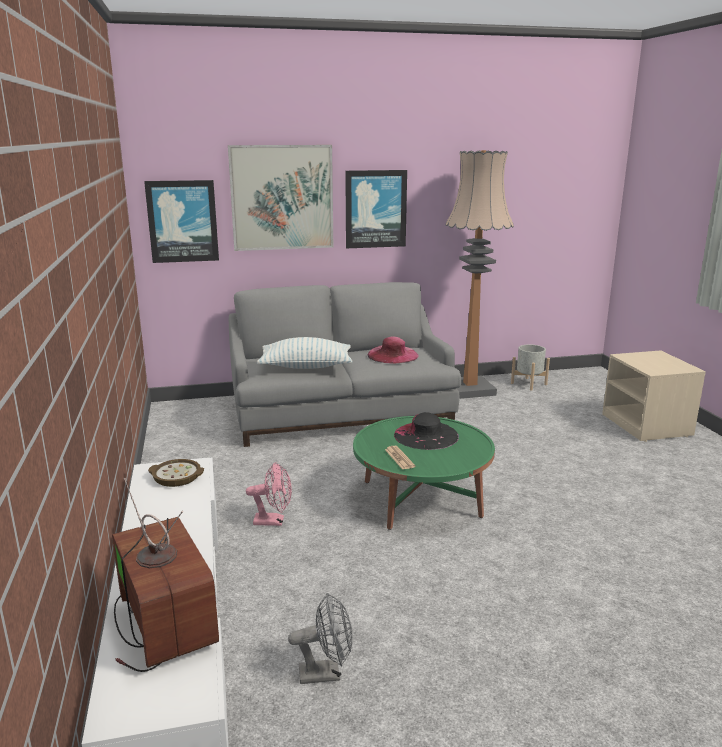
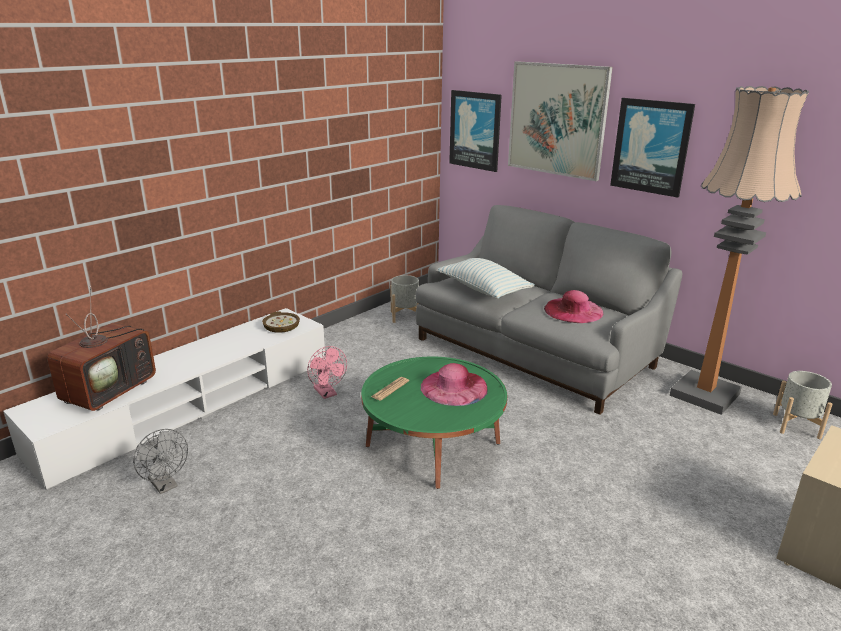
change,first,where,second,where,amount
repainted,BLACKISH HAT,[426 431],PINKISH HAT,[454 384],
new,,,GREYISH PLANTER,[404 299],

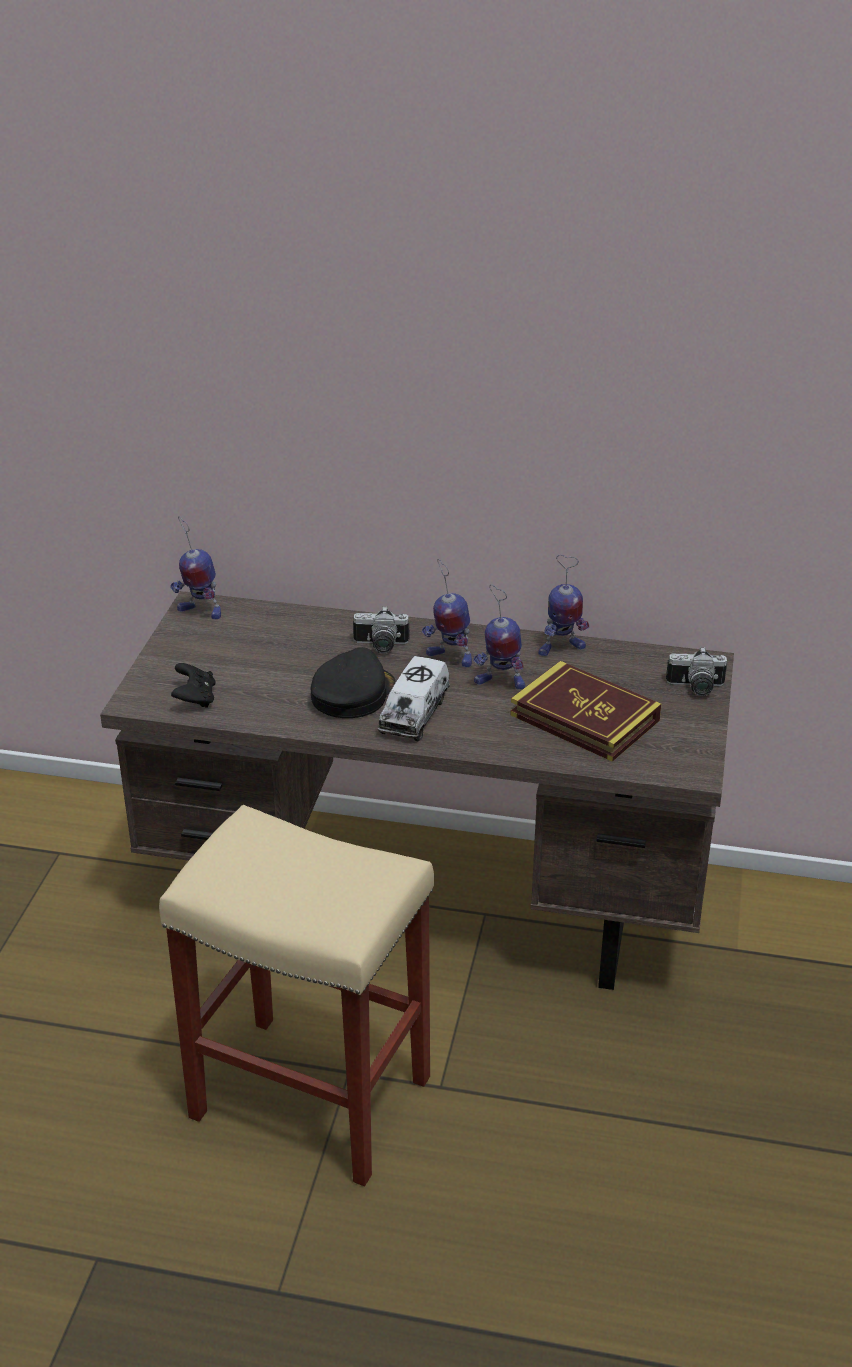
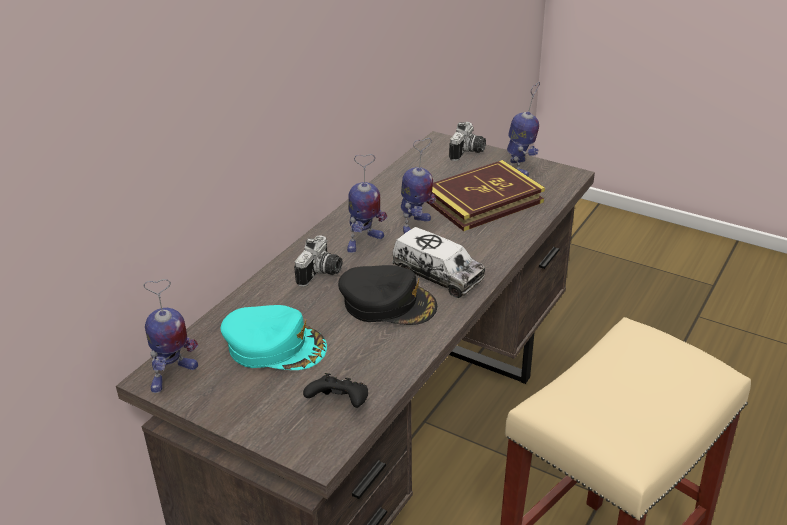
change,first,where,second,where,amount
rotated,BLACKISH BASEBALL CAP,[353 682],,[387 295],150 degrees clockwise
shifted,MODEL ROBOT,[563 606],,[523 129],
new,,,BLUE-GREEN BASEBALL CAP,[274 337],

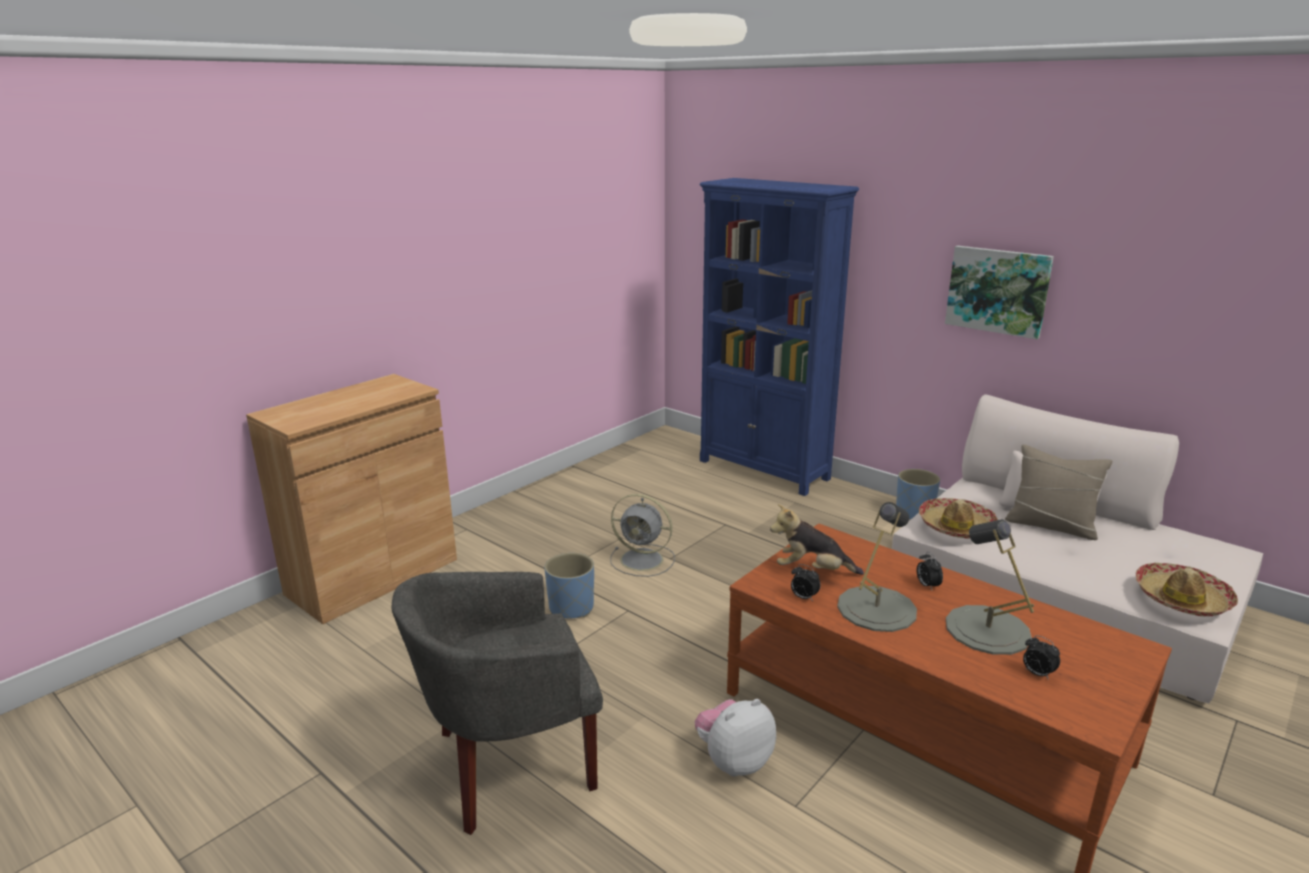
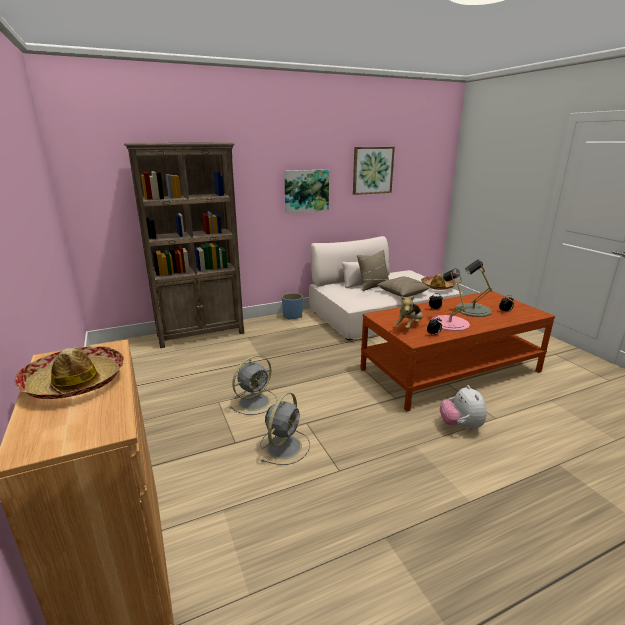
change,first,where,second,where,amount
gone,GREYISH EASY CHAIR,[497 703],,,
swapped,BLUE-COLOURED PLANTER,[569 586],GREYISH ELECTRIC FAN,[285 428],
repainted,BLUE-COLOURED BOOKCASE,[779 337],BROWNISH BOOKCASE,[184 245],
repainted,GREYISH TABLE LAMP,[877 567],PINKISH TABLE LAMP,[450 299],
shifted,HAT,[958 518],,[69 372],
new,,,WALL PICTURE,[374 171],
new,,,BEIGE-COLOURED THROW PILLOW,[403 286],

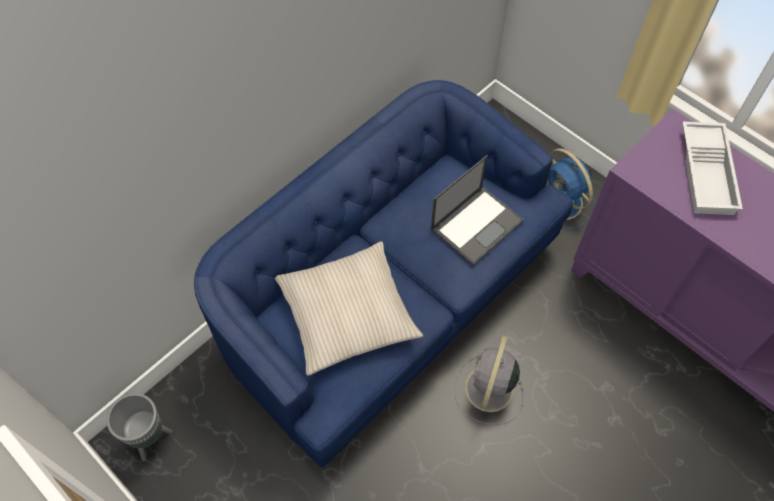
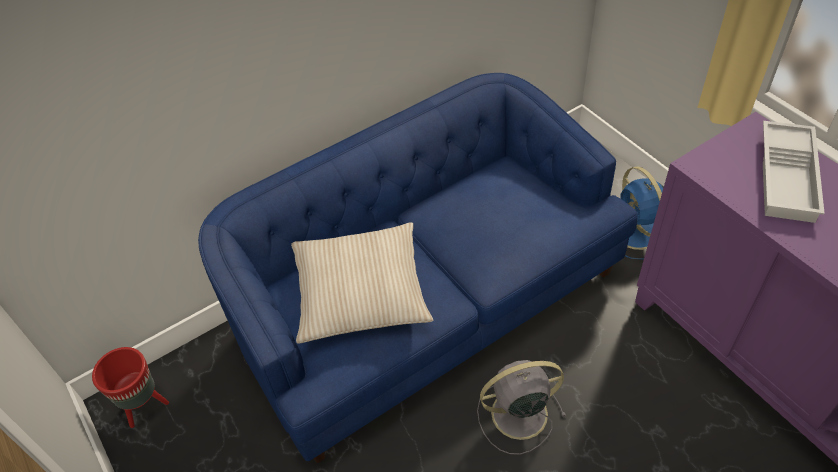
change,first,where,second,where,amount
repainted,GREYISH PLANTER,[140 427],REDDISH PLANTER,[130 387],
gone,PORTABLE COMPUTER,[477 210],,,
rotated,GREYISH ELECTRIC FAN,[488 380],,[521 407],45 degrees clockwise

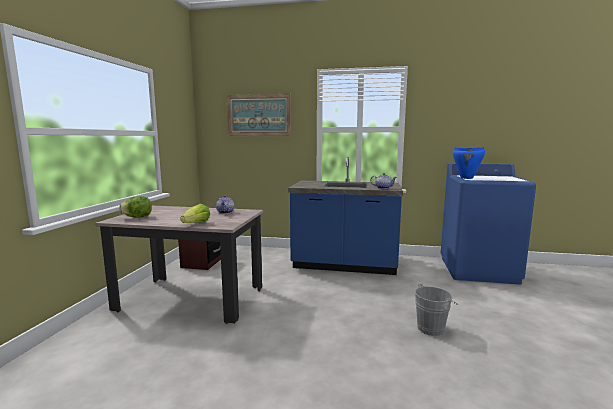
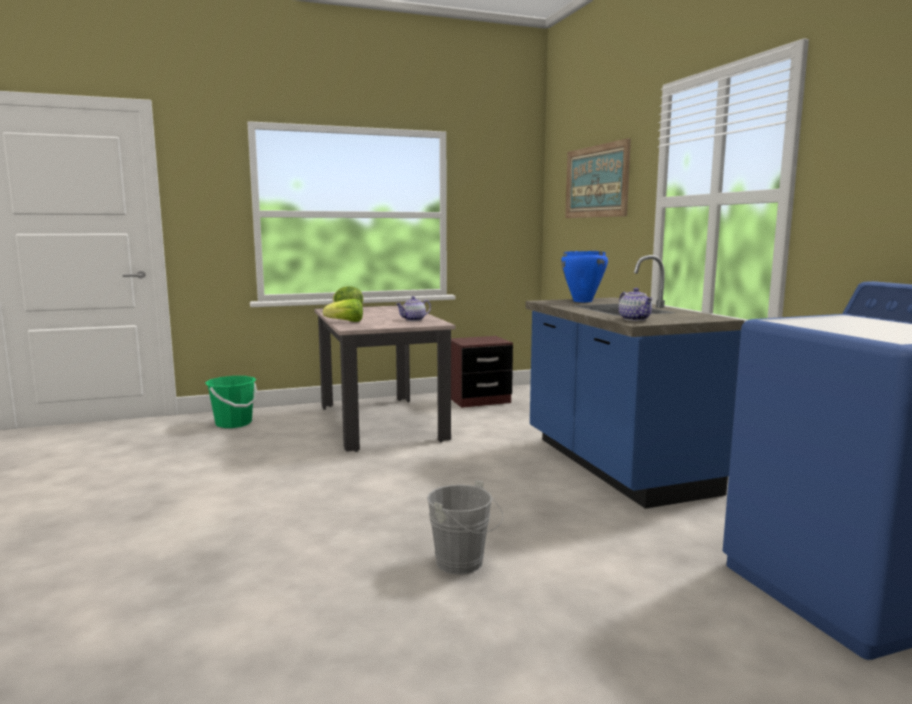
change,first,where,second,where,amount
shifted,BLUE-COLOURED COOKING POT,[469 163],,[584 276],
new,,,GREEN BUCKET,[231 402],

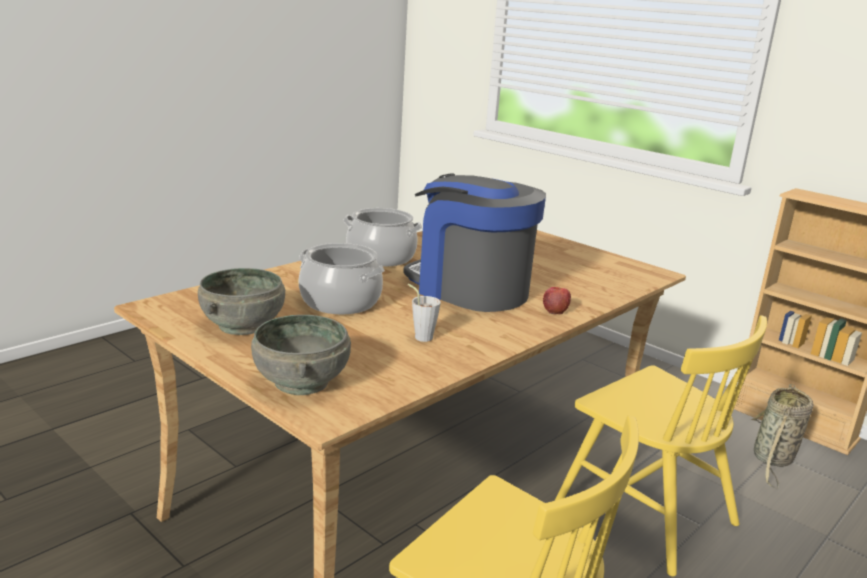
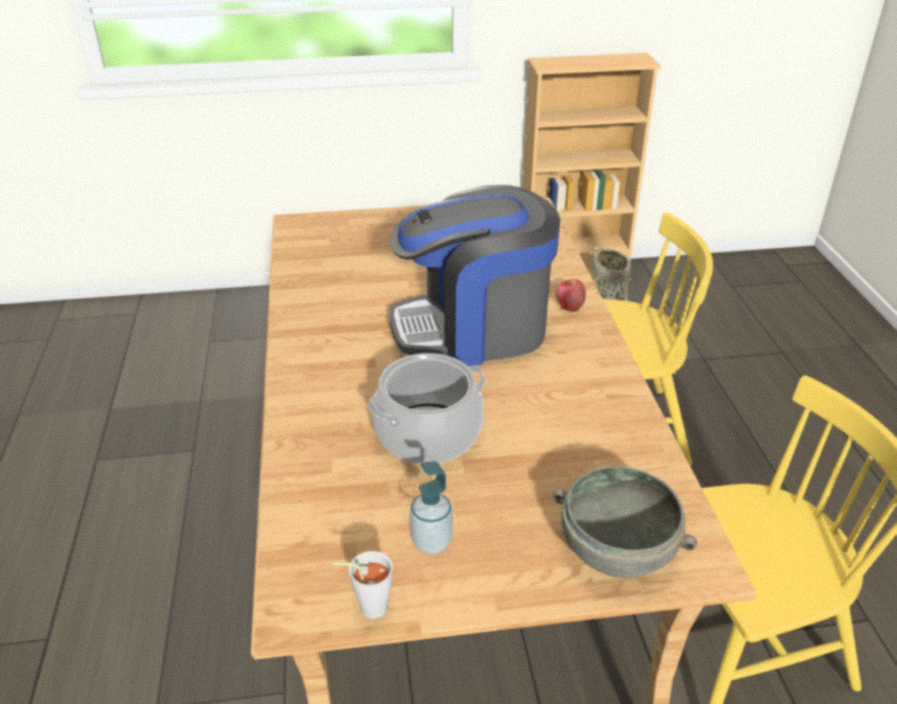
change,first,where,second,where,amount
swapped,GREYISH SERVING BOWL,[241 301],LIQUID SOAP BOTTLE,[431 507],
gone,COOKING POT,[382 237],,,
shifted,GREYISH DRINKING CUP,[424 313],,[362 584],

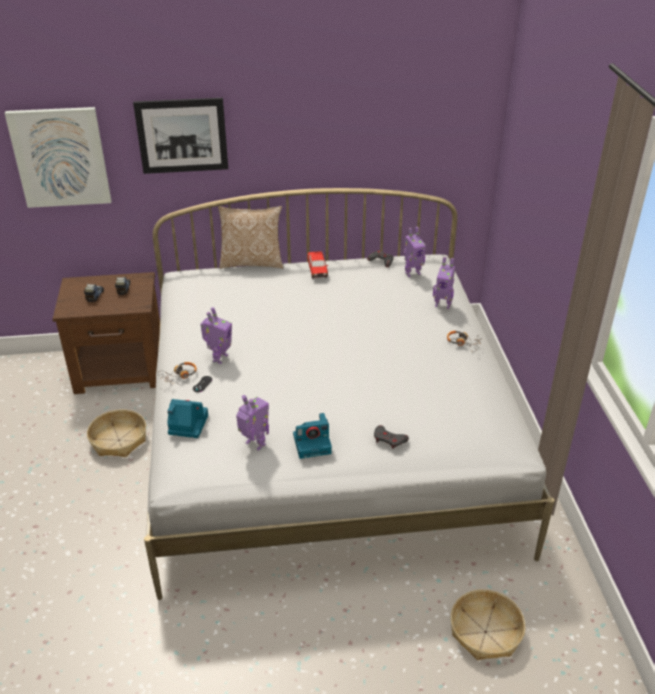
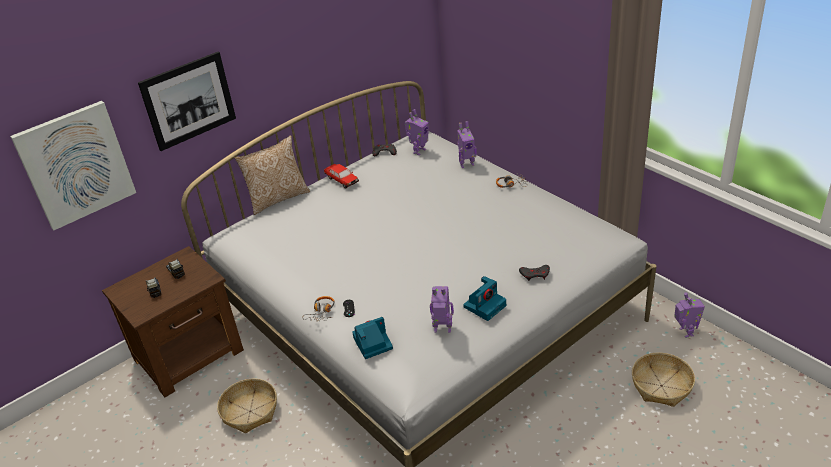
change,first,where,second,where,amount
shifted,MODEL ROBOT,[216 335],,[689 315],

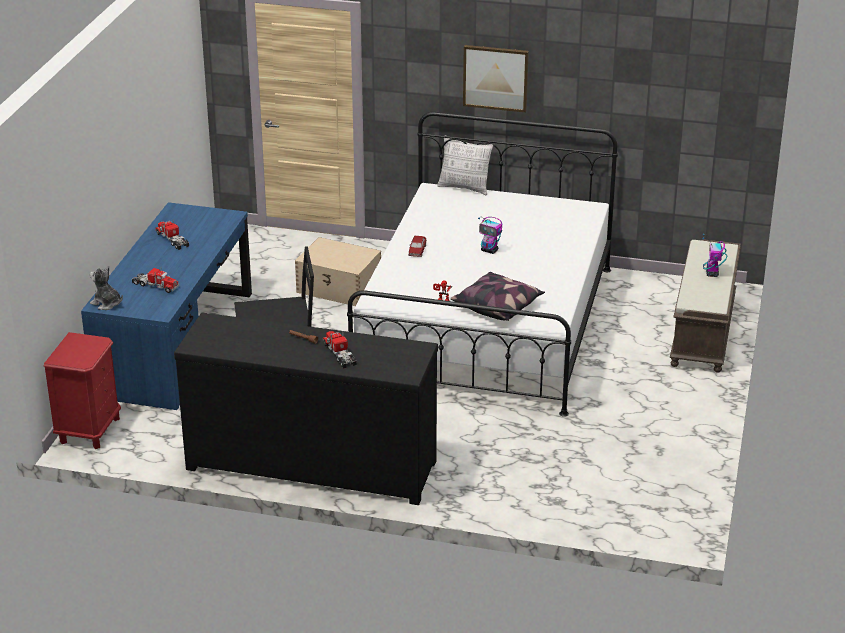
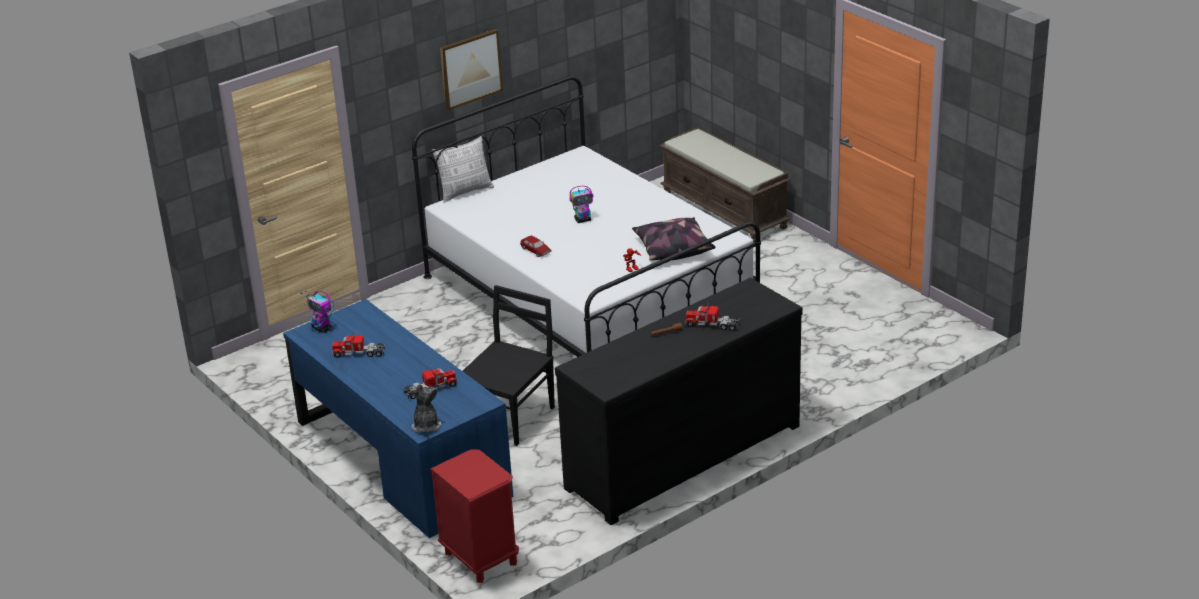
change,first,where,second,where,amount
rotated,CUDDLY TOY,[106 288],,[426 408],105 degrees clockwise
gone,BEIGE-COLOURED STORAGE BOX,[338 271],,,
shifted,MODEL ROBOT,[714 255],,[317 312],

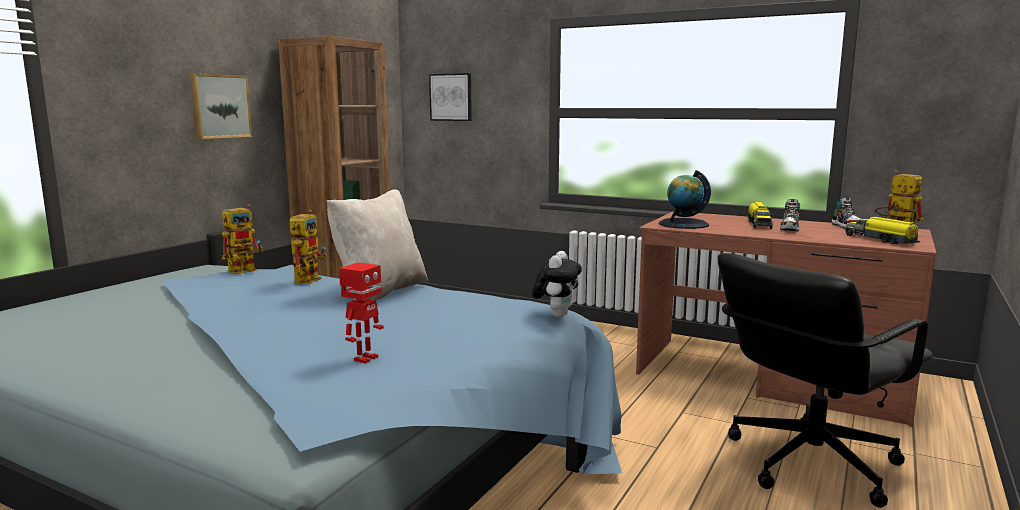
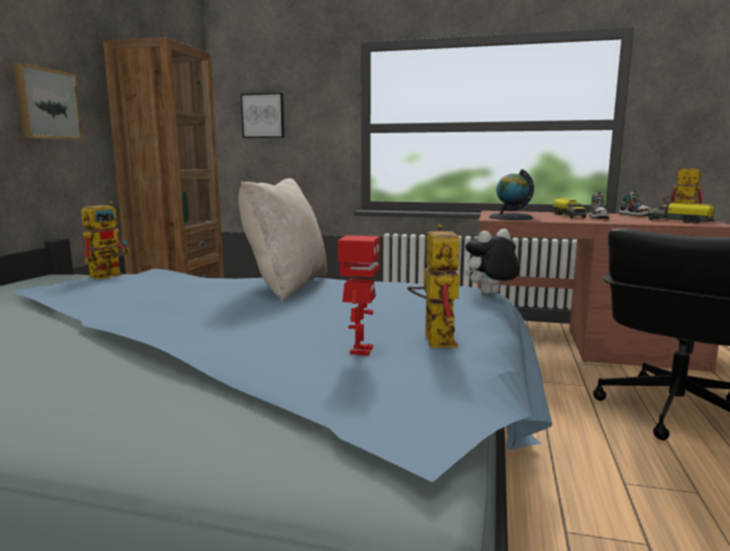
change,first,where,second,where,amount
shifted,MODEL ROBOT,[308 247],,[434 286],
rotated,CUDDLY TOY,[557 284],,[492 261],120 degrees counterclockwise

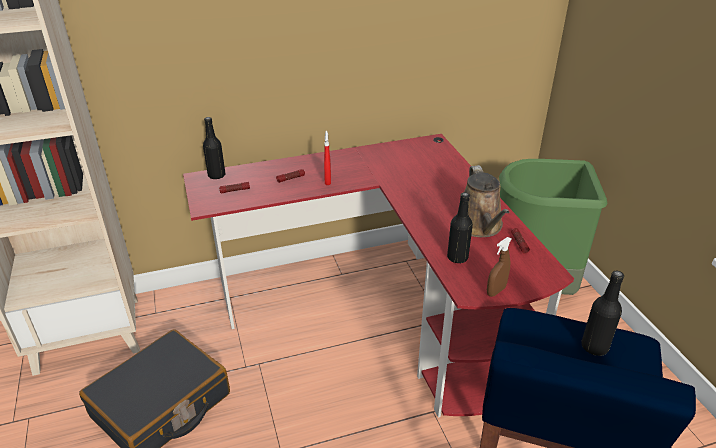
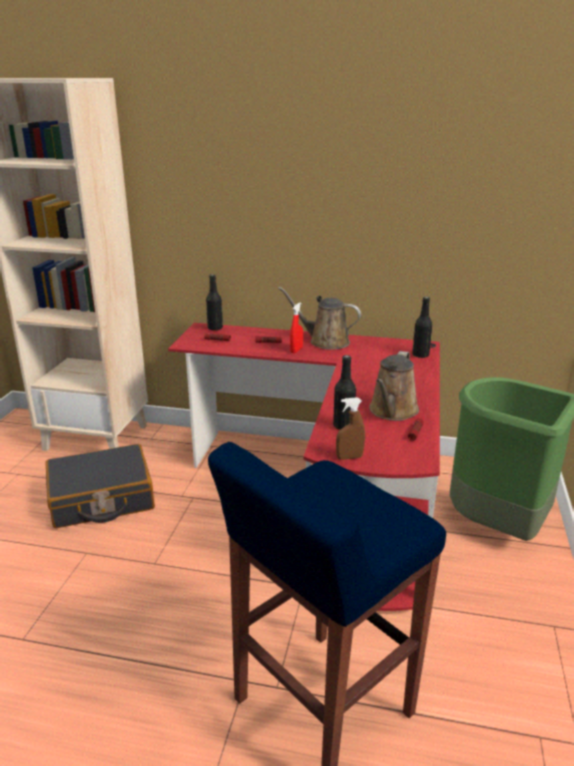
change,first,where,second,where,amount
shifted,BLACKISH DRINK BOTTLE,[602 313],,[422 327],
new,,,BROWNISH WATERING POT,[319 318],

